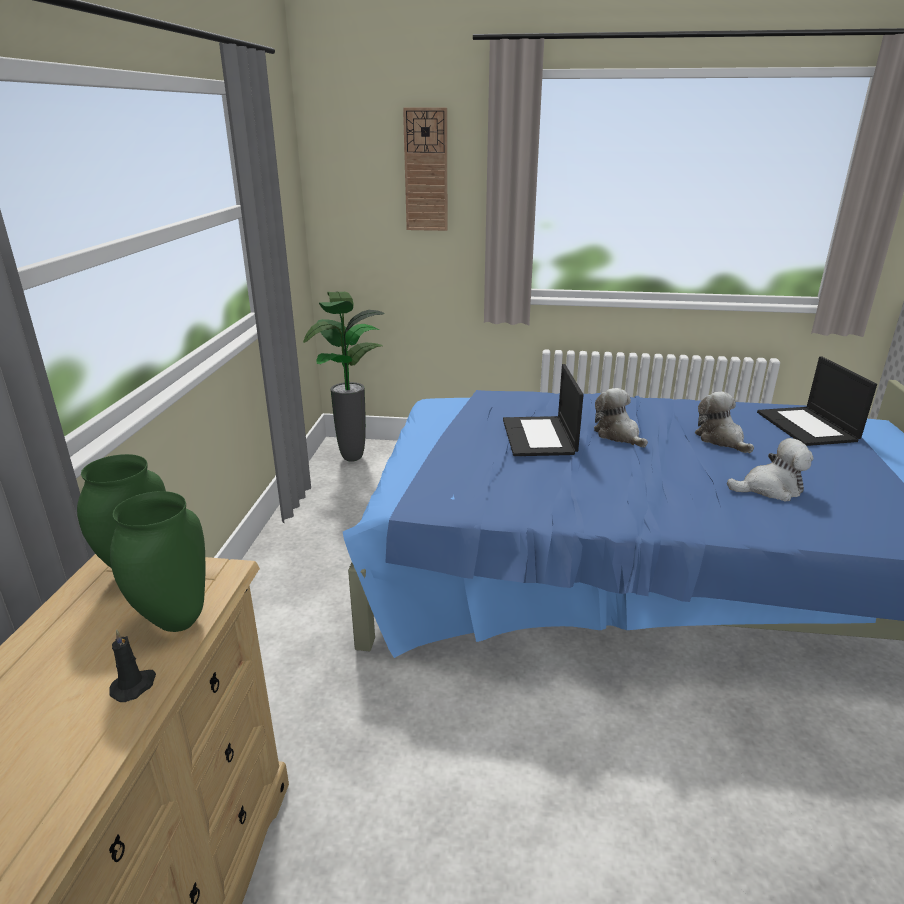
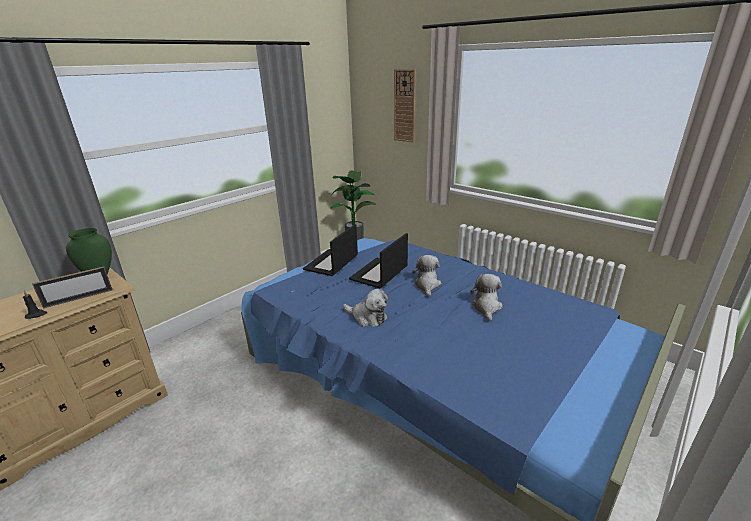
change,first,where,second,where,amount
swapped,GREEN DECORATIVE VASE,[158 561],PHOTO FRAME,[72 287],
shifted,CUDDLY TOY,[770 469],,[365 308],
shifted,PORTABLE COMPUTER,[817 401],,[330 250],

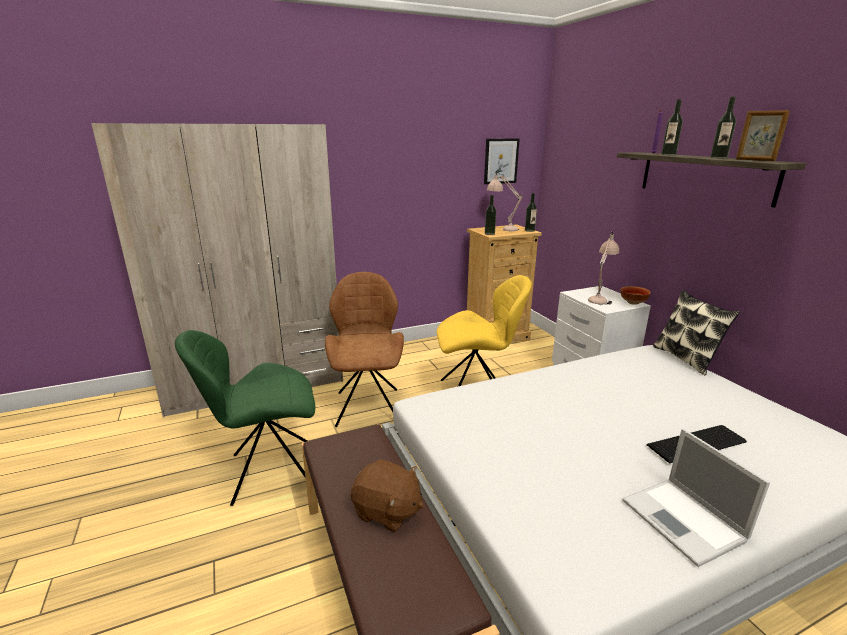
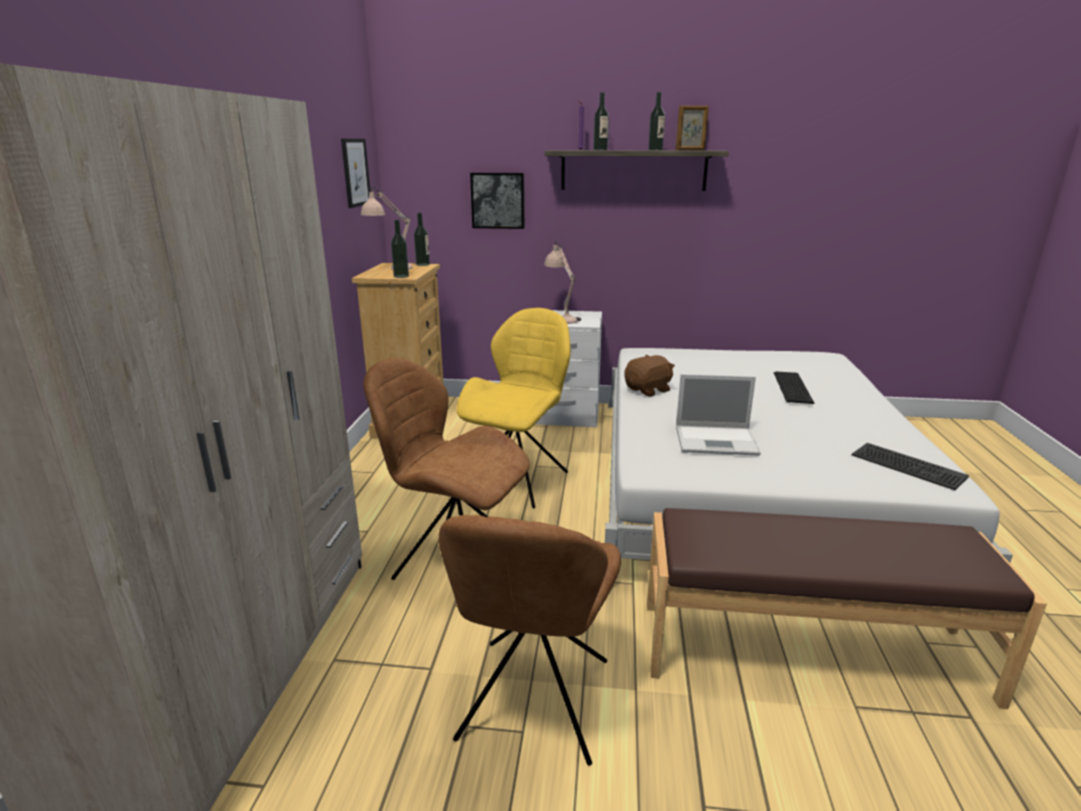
change,first,where,second,where,amount
repainted,GREEN CHAIR,[245 418],BROWNISH CHAIR,[529 640],
shifted,BROWNISH CUDDLY TOY,[387 496],,[649 376],
gone,SERVING BOWL,[635 295],,,
shifted,PORTABLE COMPUTER,[696 498],,[718 415],
gone,THROW PILLOW,[696 332],,,
new,,,WALL PICTURE,[497 201],
new,,,COMPUTER KEYBOARD,[910 466],

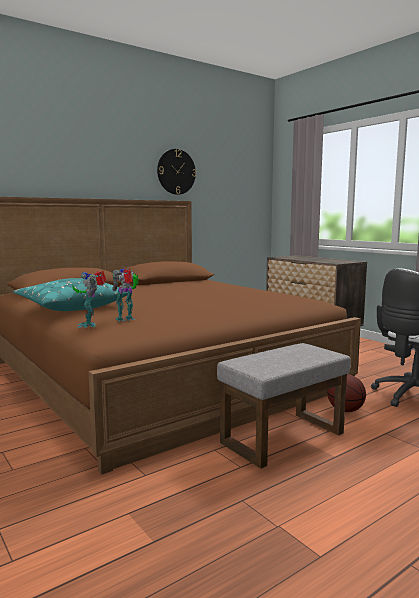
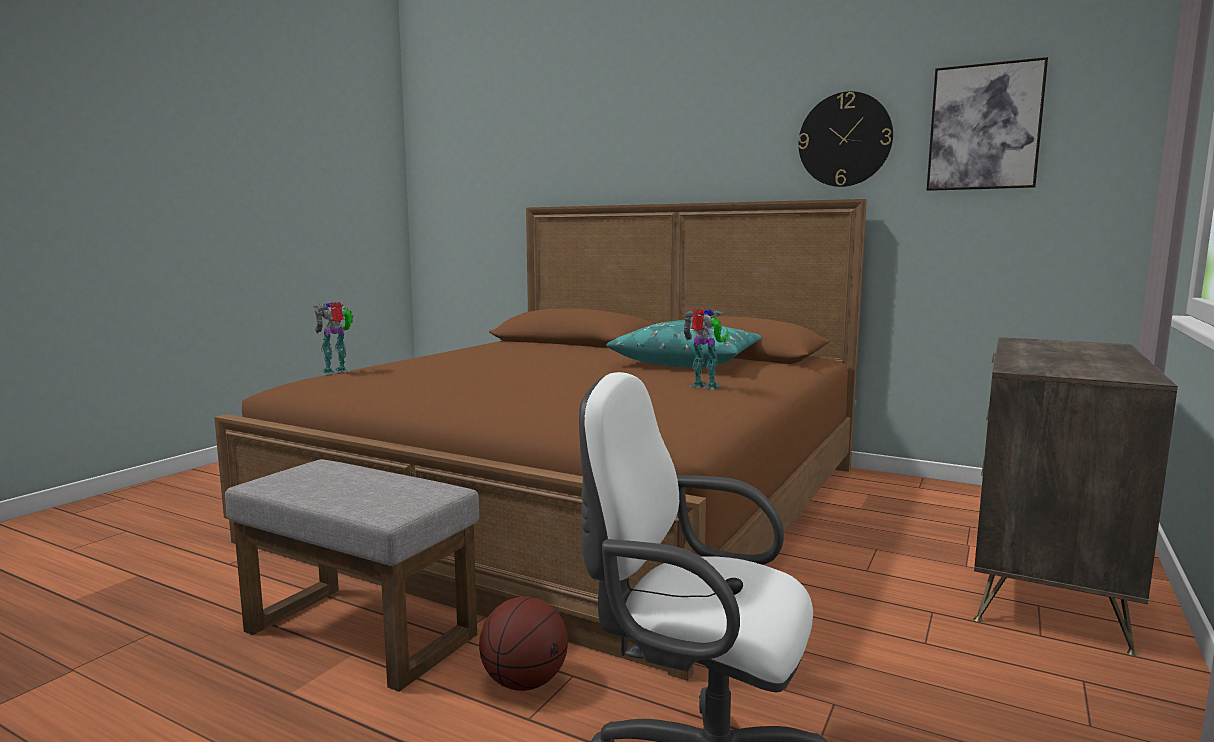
change,first,where,second,where,amount
shifted,BLUE-GREEN THROW PILLOW,[70 294],,[683 343],
shifted,MODEL ROBOT,[125 295],,[705 349],
new,,,WALL PICTURE,[987 124],

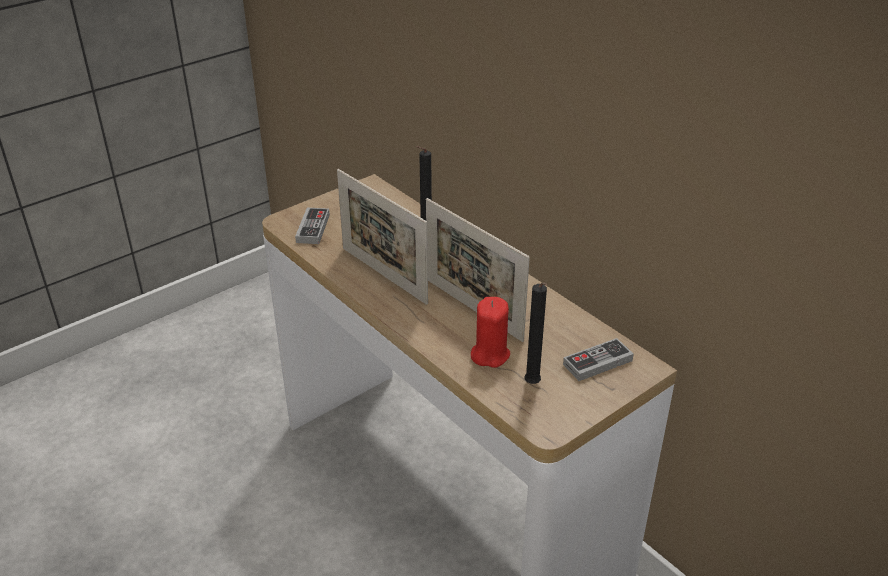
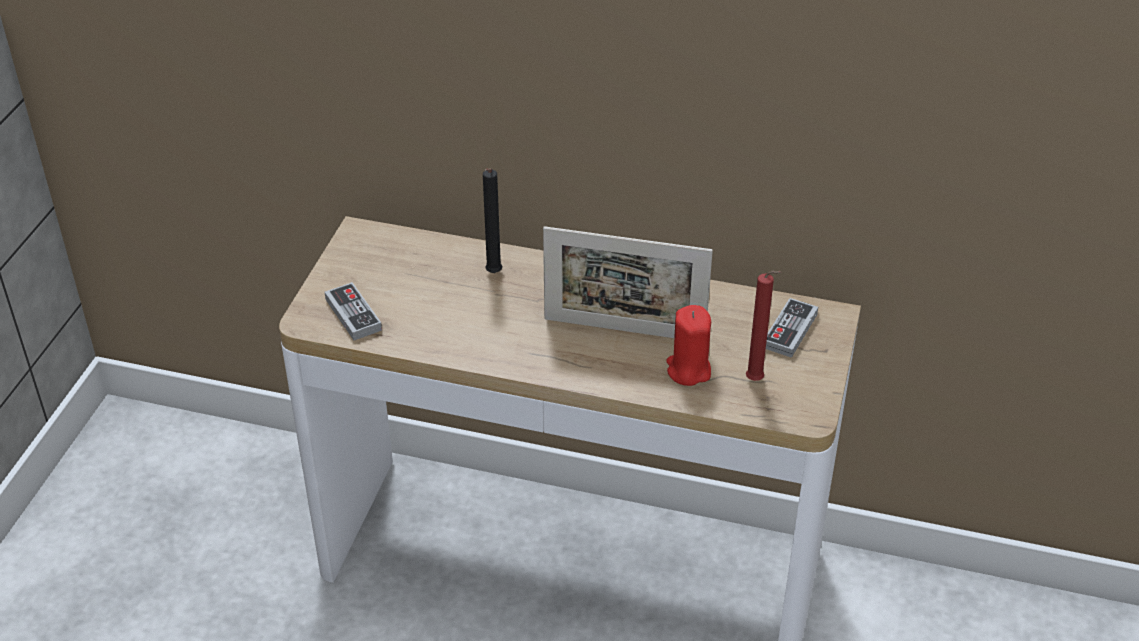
change,first,where,second,where,amount
gone,PHOTO FRAME,[382 237],,,
repainted,BLACKISH WAX LIGHT,[535 333],REDDISH WAX LIGHT,[764 326],

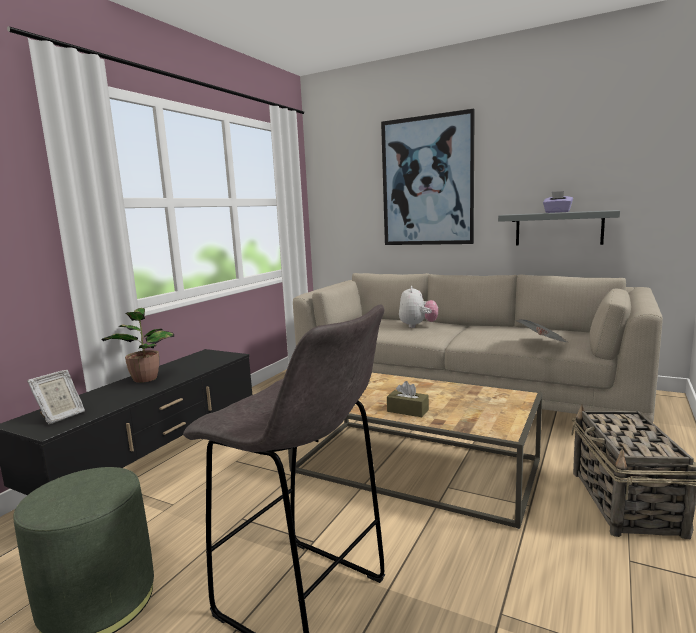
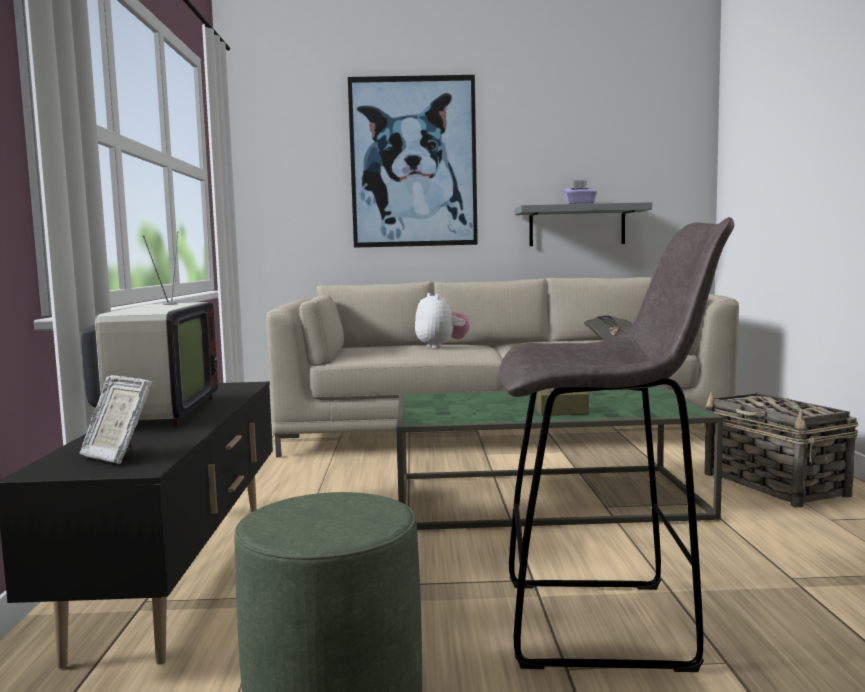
change,first,where,second,where,amount
rotated,PHOTO FRAME,[56 397],,[115 419],120 degrees clockwise
swapped,PLANT IN A POT,[137 345],TELEVISION,[149 329],
repainted,BROWNISH LOW TABLE,[415 450],GREEN LOW TABLE,[559 458],

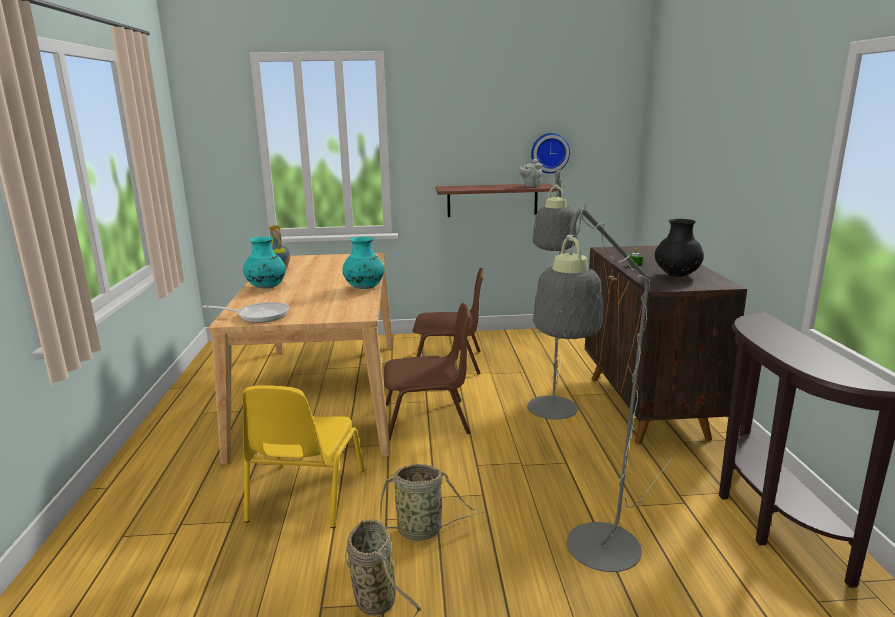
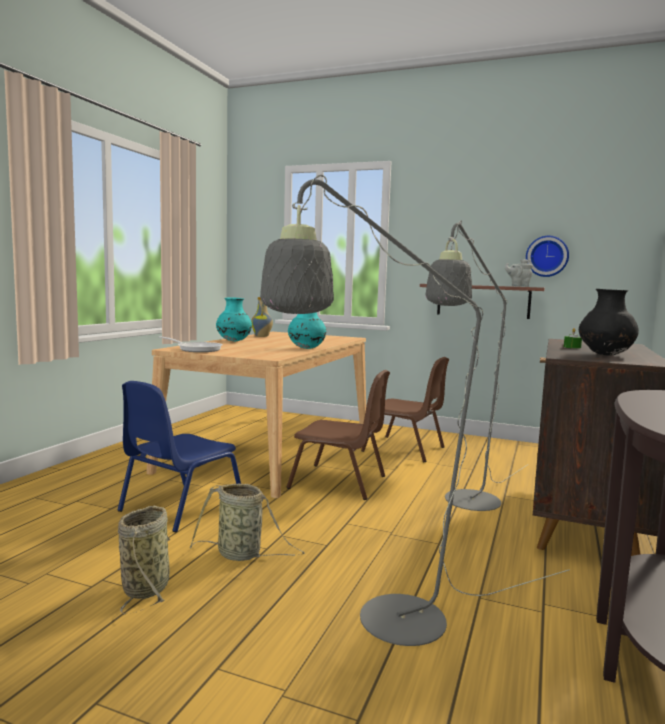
change,first,where,second,where,amount
repainted,YELLOW CHAIR,[303 456],BLUE-COLOURED CHAIR,[179 456],

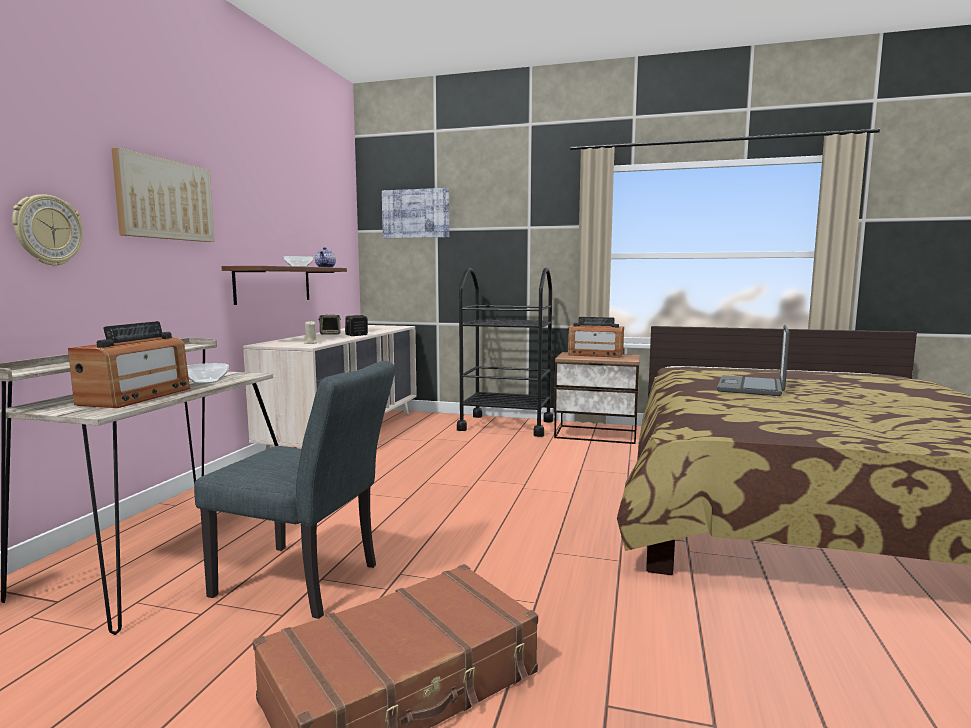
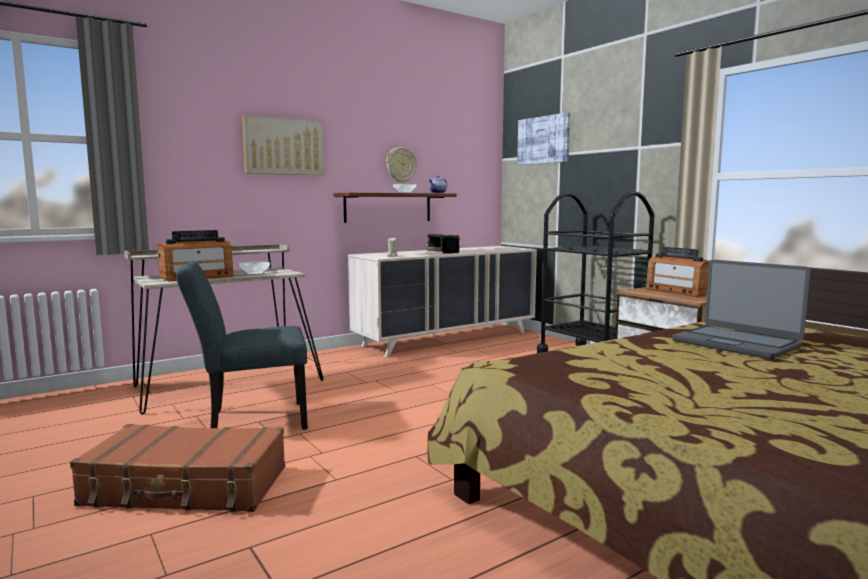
change,first,where,second,where,amount
shifted,CLOCK ON THE WALL,[47 230],,[402 165],
rotated,GREYISH CHAIR,[294 490],,[242 345],105 degrees clockwise
rotated,PORTABLE COMPUTER,[753 360],,[741 309],105 degrees counterclockwise

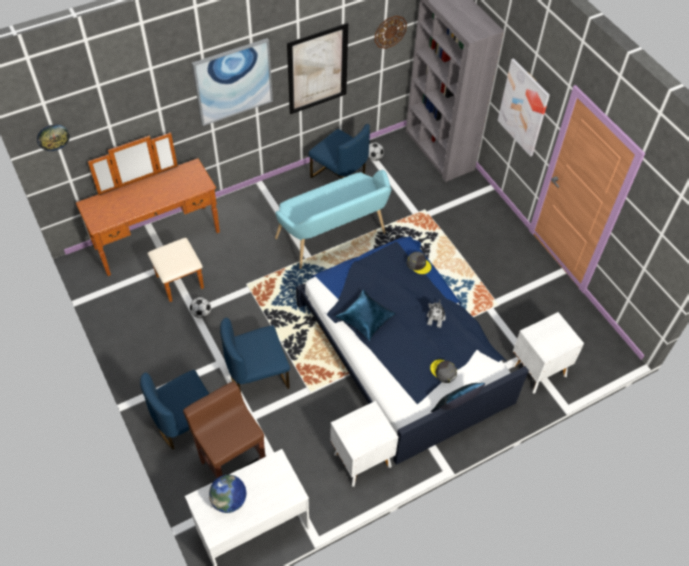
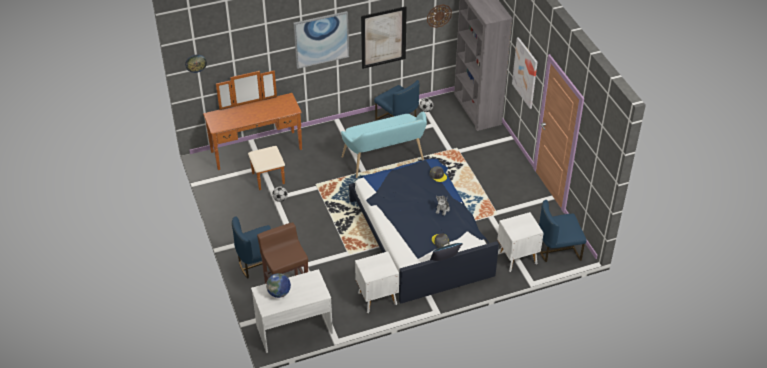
change,first,where,second,where,amount
shifted,BLUE-COLOURED CHAIR,[255 355],,[563 231],
gone,BLUE-COLOURED THROW PILLOW,[365 315],,,

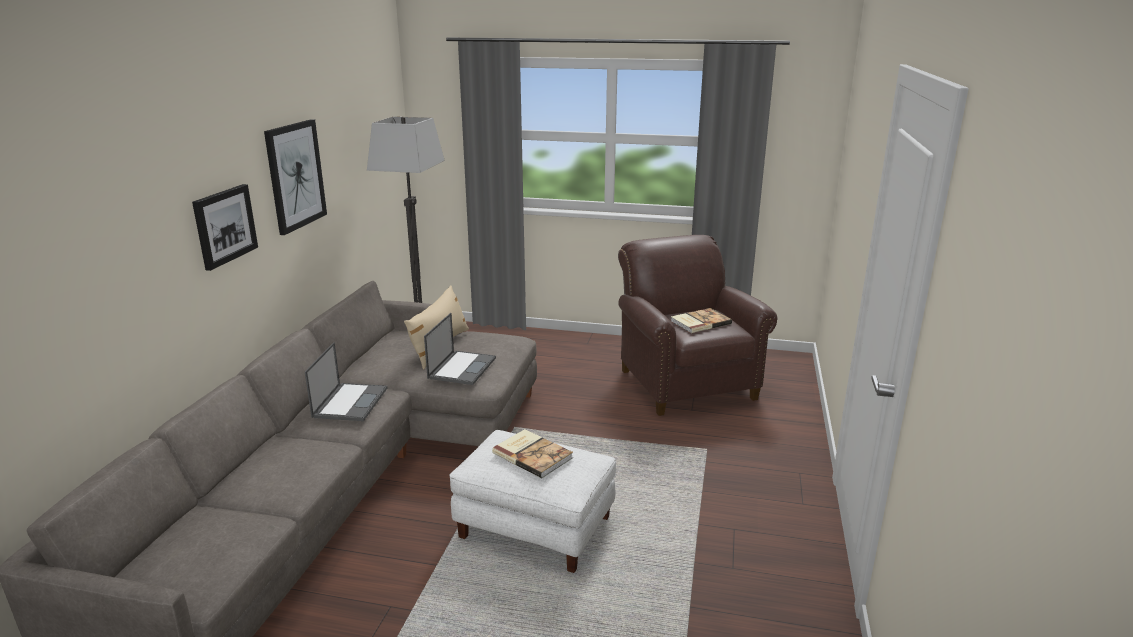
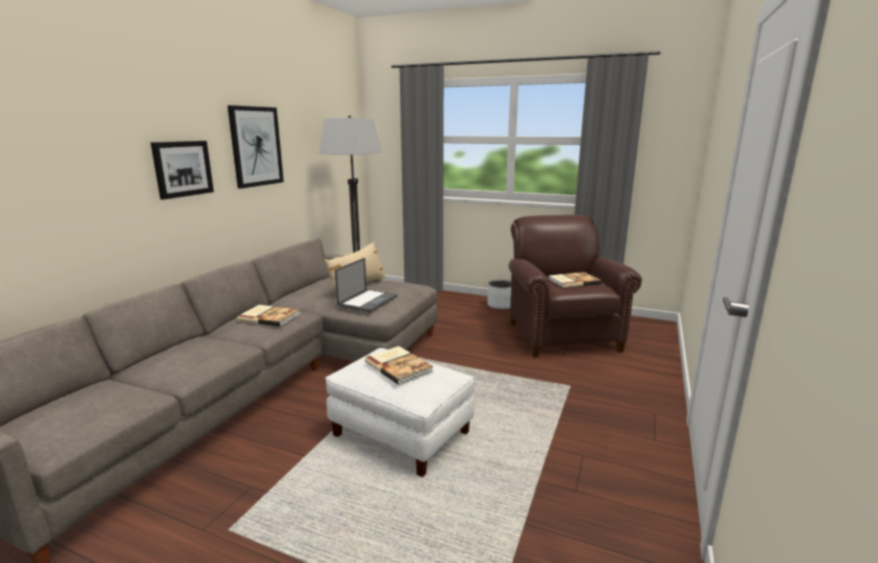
change,first,where,second,where,amount
swapped,PORTABLE COMPUTER,[346 381],BOOK,[268 316],
new,,,GREYISH PLANTER,[499 295],

